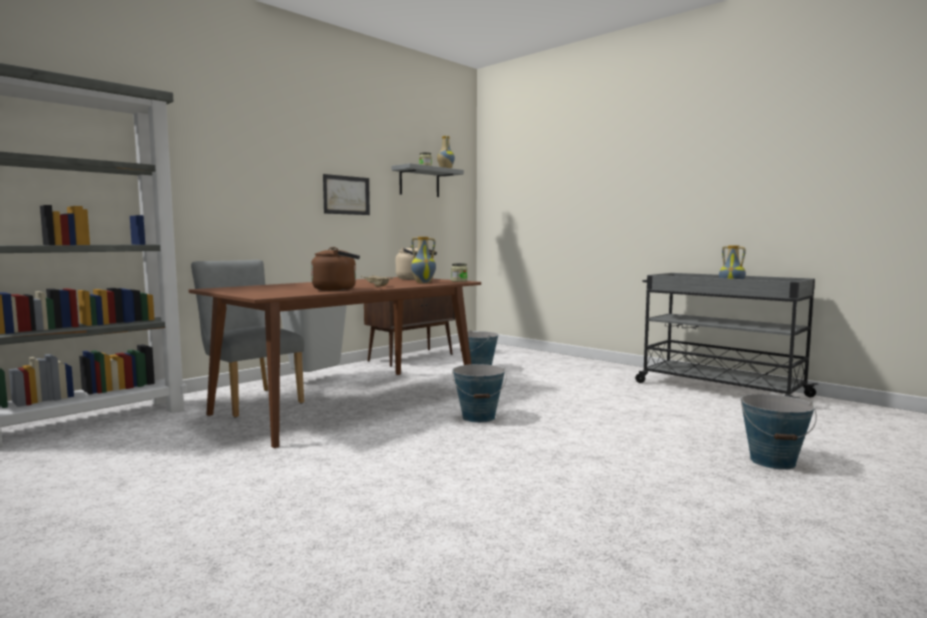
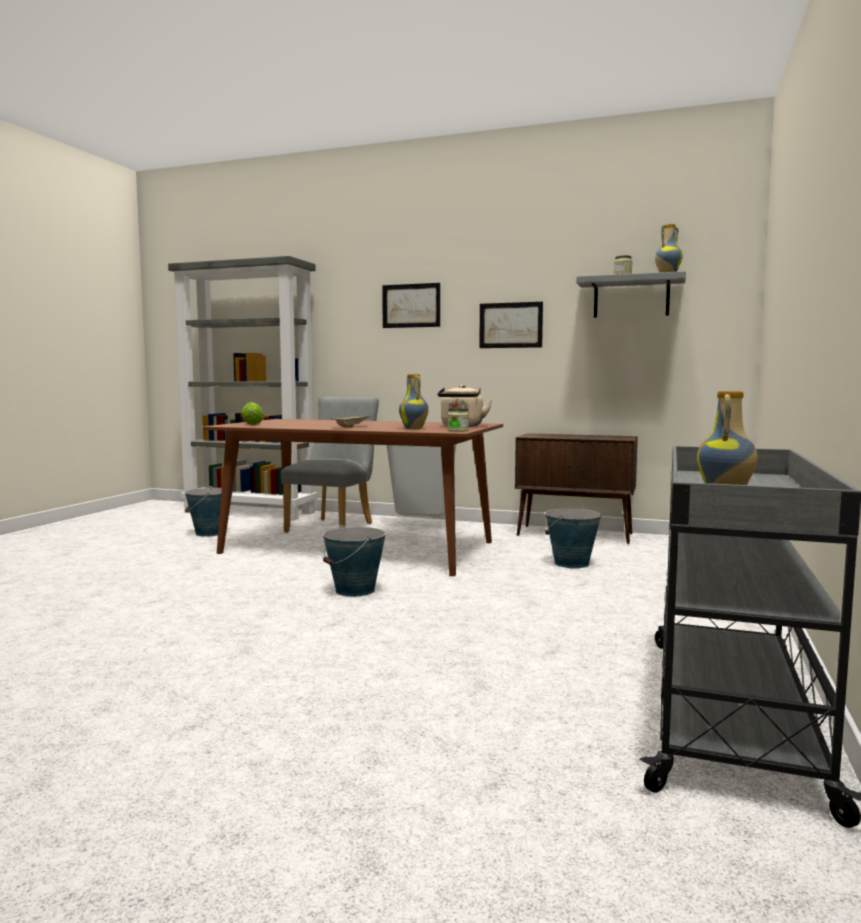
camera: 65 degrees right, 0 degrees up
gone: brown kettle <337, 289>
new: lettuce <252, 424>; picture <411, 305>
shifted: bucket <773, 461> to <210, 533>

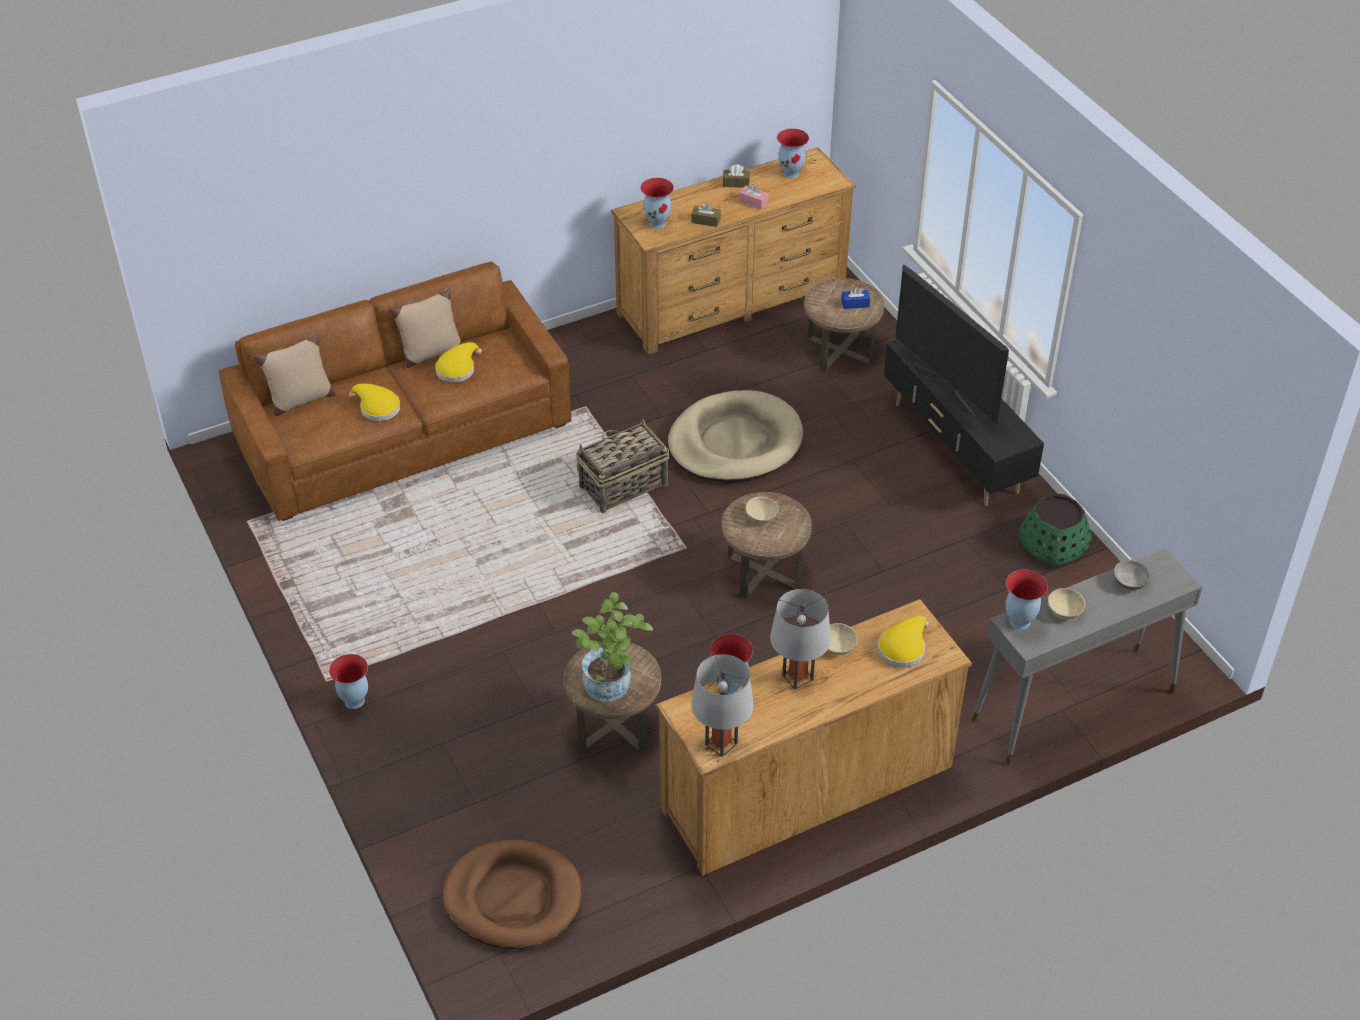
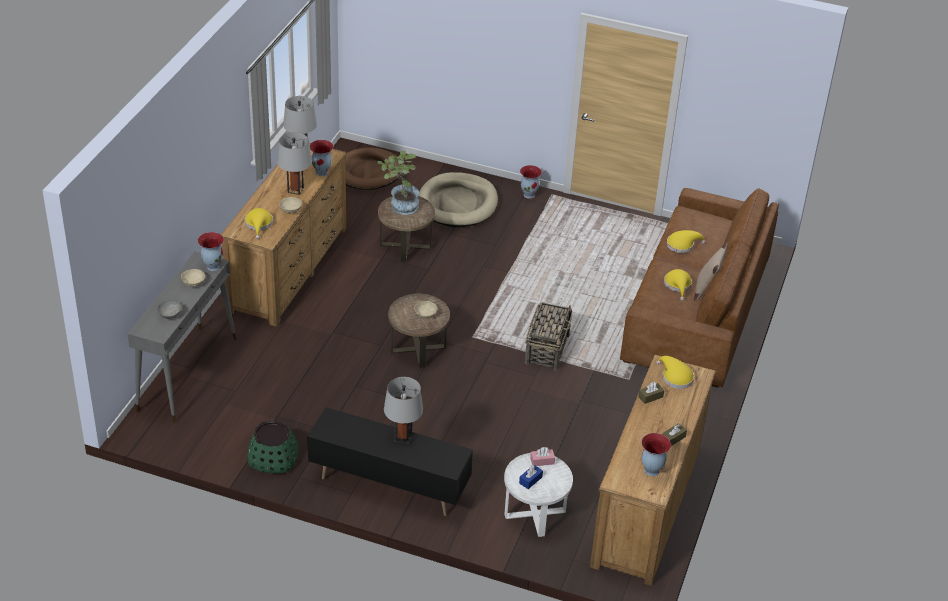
camera: 135 degrees right, 5 degrees down
gone: beige pillow <300, 400>
shifted: beige dog bed <735, 442> to <457, 203>; pink tissue box <753, 202> to <542, 461>
swapped: television <944, 388> to grey table lamp <402, 437>; vase <657, 223> to yellow hat <675, 377>
repainted: brown side table <840, 350> to white side table <535, 513>

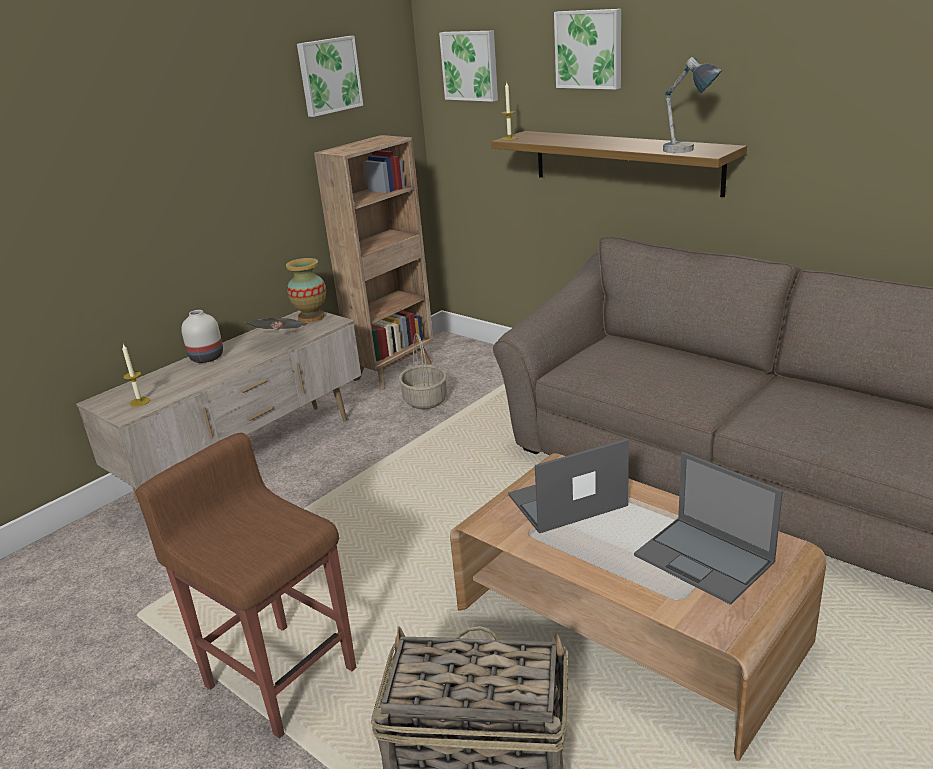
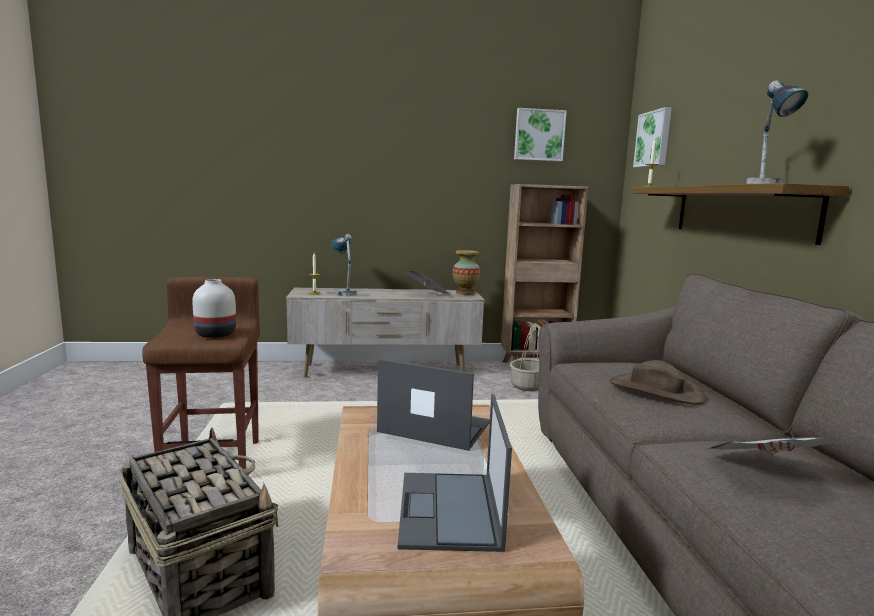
camera: 40 degrees right, 15 degrees down
gone: picture <589, 49>
new: table lamp <344, 292>; brown hat <655, 390>; newspaper <763, 471>
shifted: white vase <206, 358> to <214, 334>

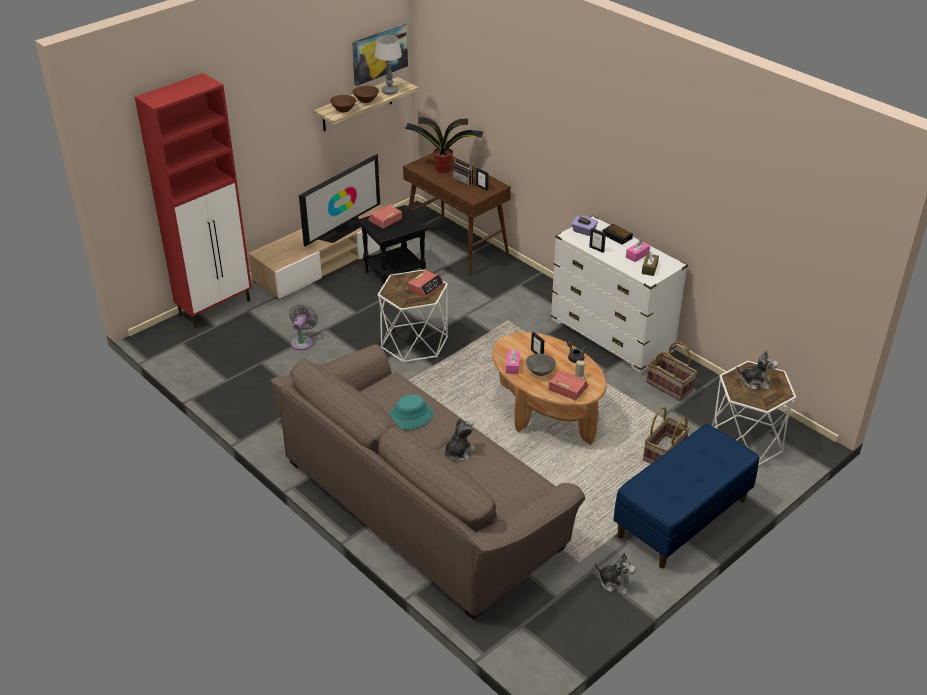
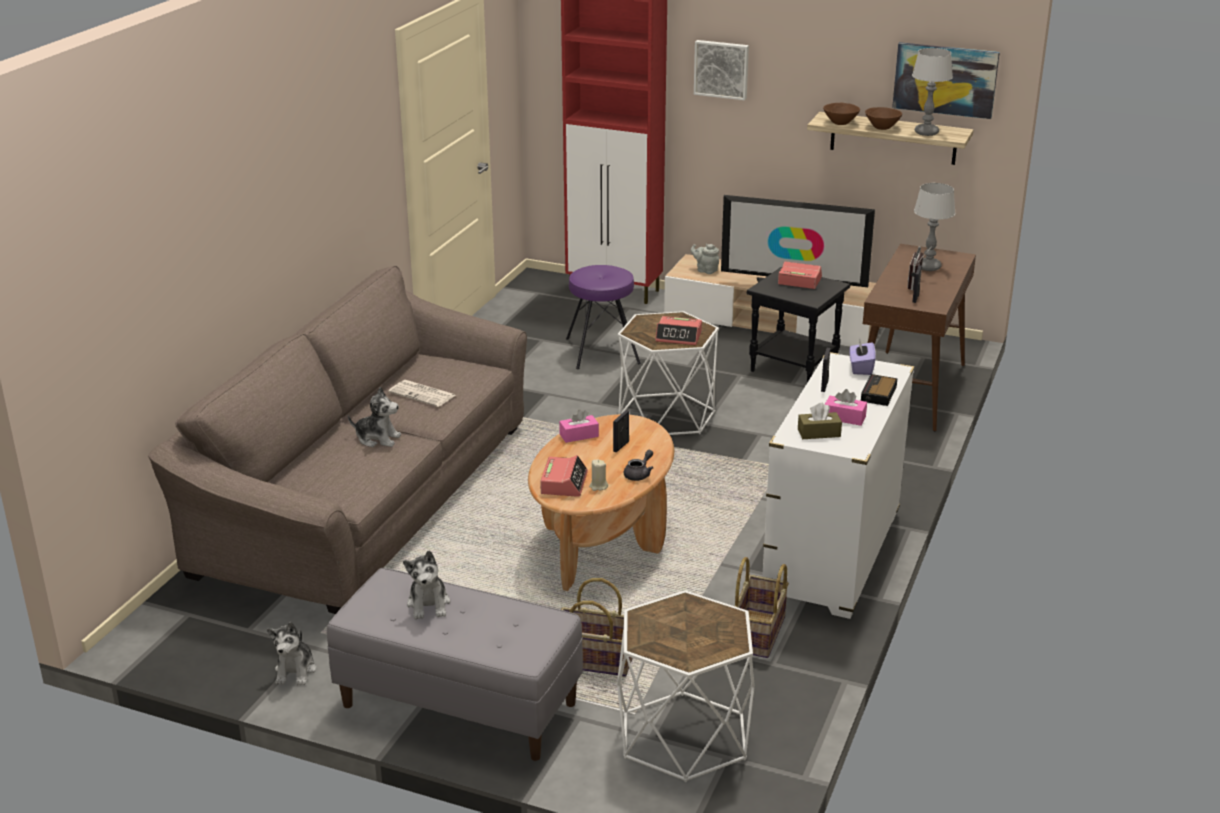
camera: 65 degrees right, 10 degrees down
gone: grey bowl <540, 372>
new: grey teapot <705, 270>; picture <721, 69>
shifted: plush toy <755, 382> to <429, 604>
swapped: turquoise hat <410, 416> to newspaper <423, 394>; grey fan <303, 341> to purple stool <601, 351>; potted plant <444, 169> to table lamp <928, 267>
repainted: blue bench <682, 518> to grey bench <457, 705>

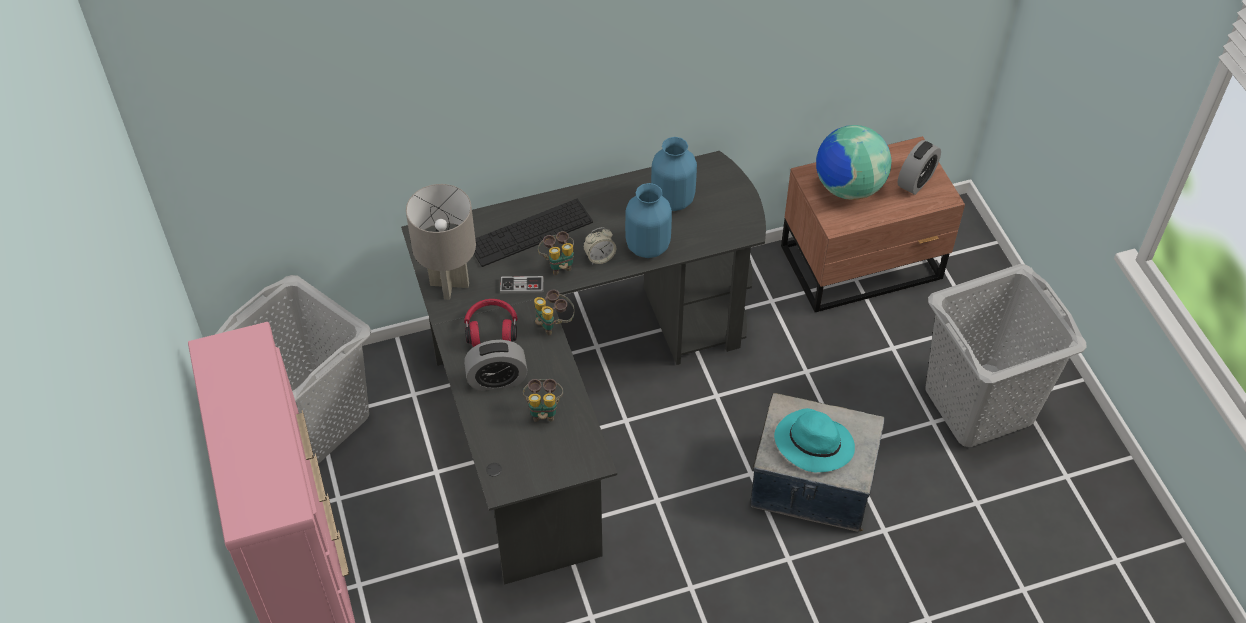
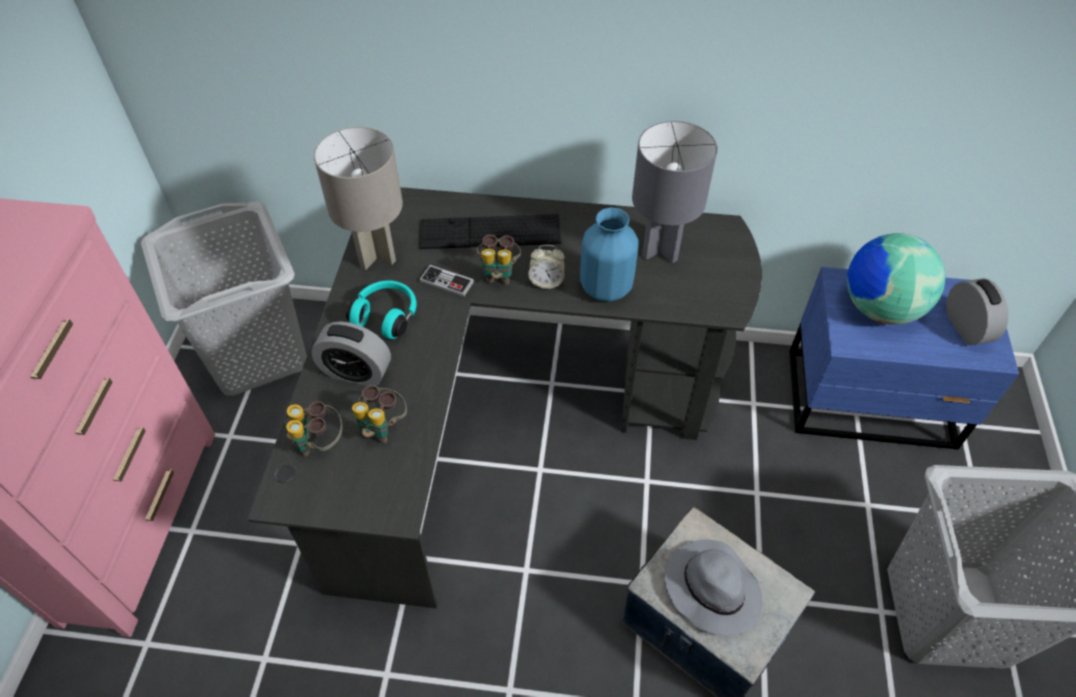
camera: 25 degrees right, 0 degrees up
shifted: binoculars <553, 323> to <319, 443>
swapped: blue vase <673, 199> to grey table lamp <661, 249>
repainted: red headphones <491, 329> to turquoise headphones <386, 316>; turquoise hat <812, 444> to grey hat <710, 588>; brown nightstand <864, 264> to blue nightstand <873, 402>
rotated: alarm clock <916, 181> = <966, 327> 75 degrees counterclockwise

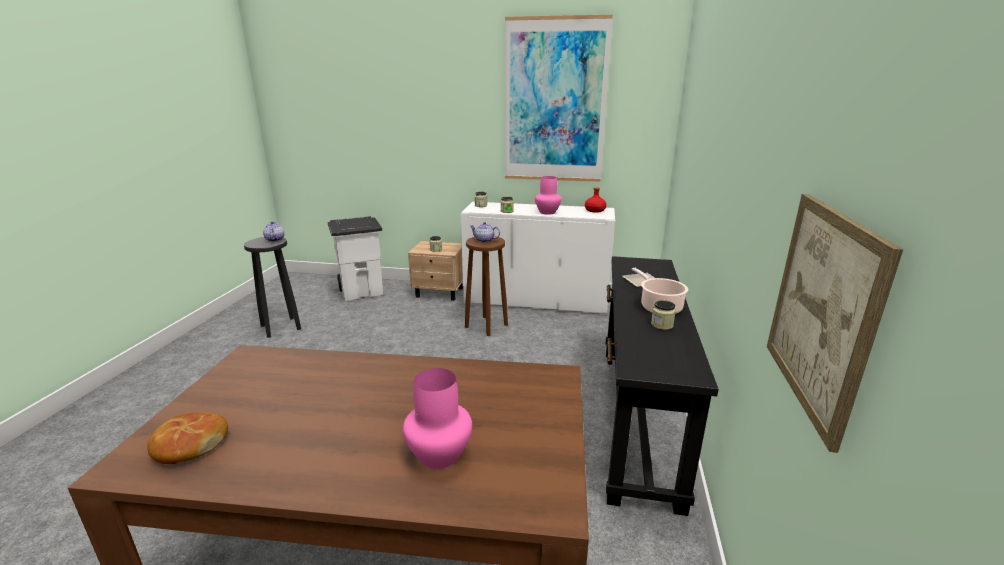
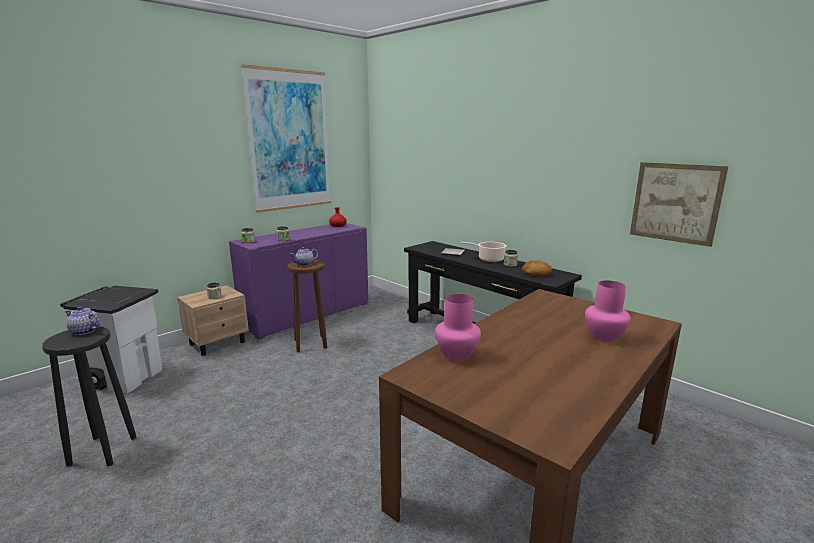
camera: 55 degrees left, 5 degrees down
shifted: pink vase <548, 212> to <457, 354>; bread <190, 445> to <536, 273>
repainted: white cabinet <536, 300> to purple cabinet <307, 315>

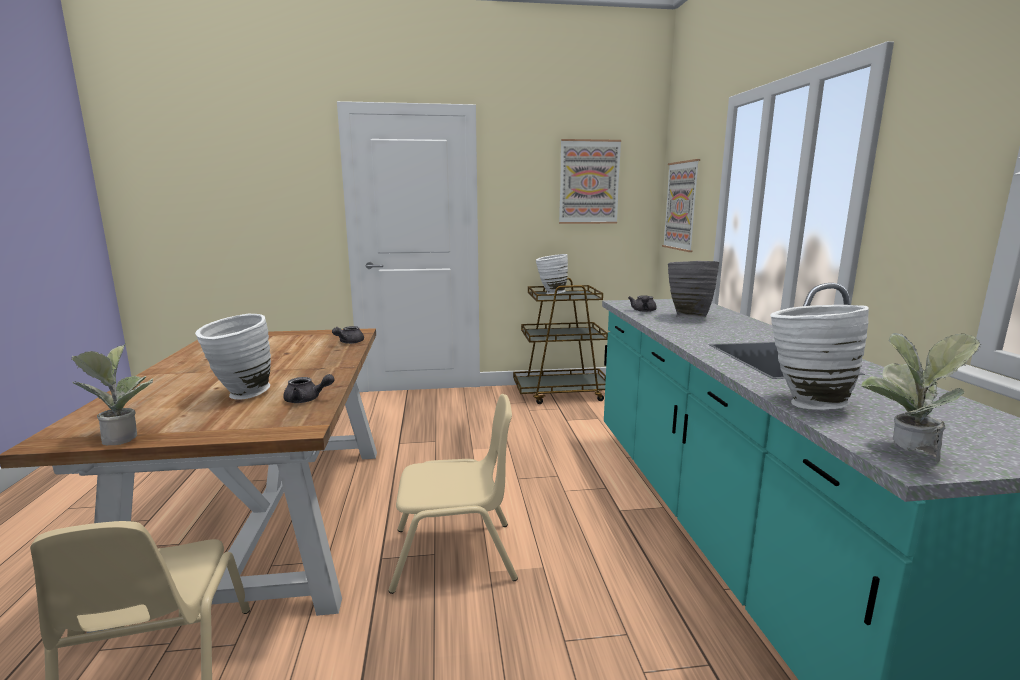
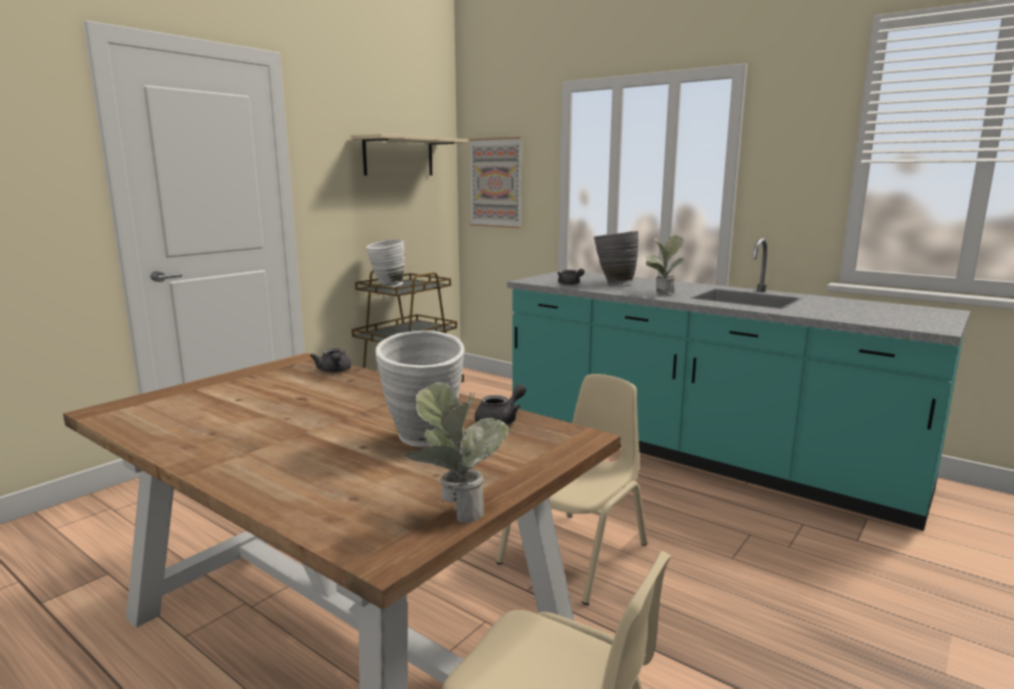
camera: 45 degrees left, 0 degrees up
gone: white vase <804, 403>
shifted: potted plant <903, 455> to <662, 294>
swapped: picture <589, 182> to beige shelf <398, 156>

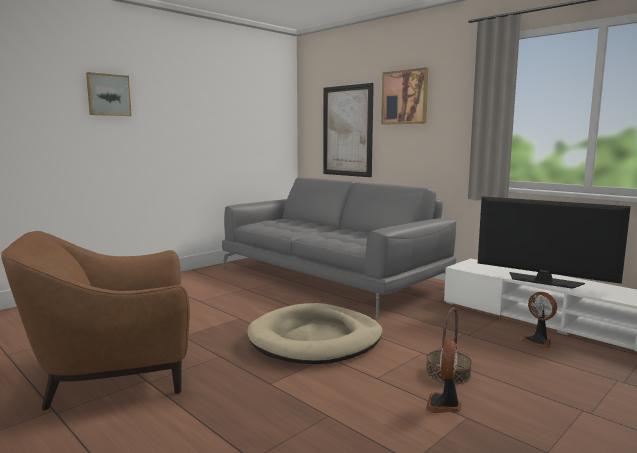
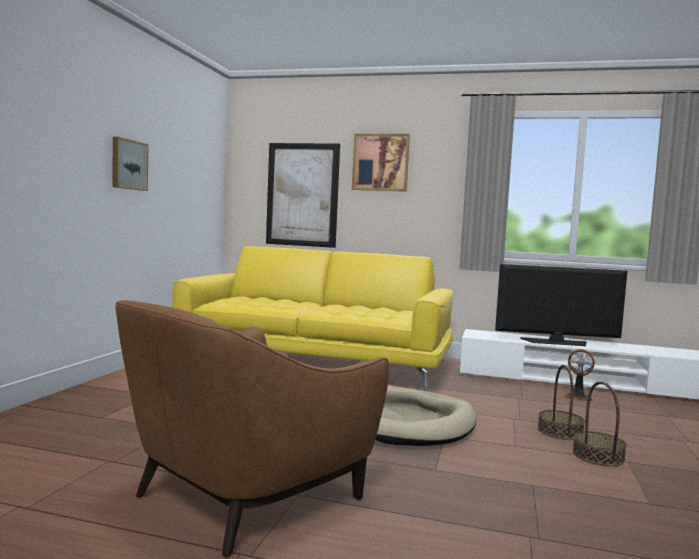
camera: 30 degrees left, 5 degrees down
shifted: picture <108, 95> to <128, 164>
swapped: fan <444, 405> to basket <598, 456>
repainted: grey sofa <330, 278> to yellow sofa <316, 363>

